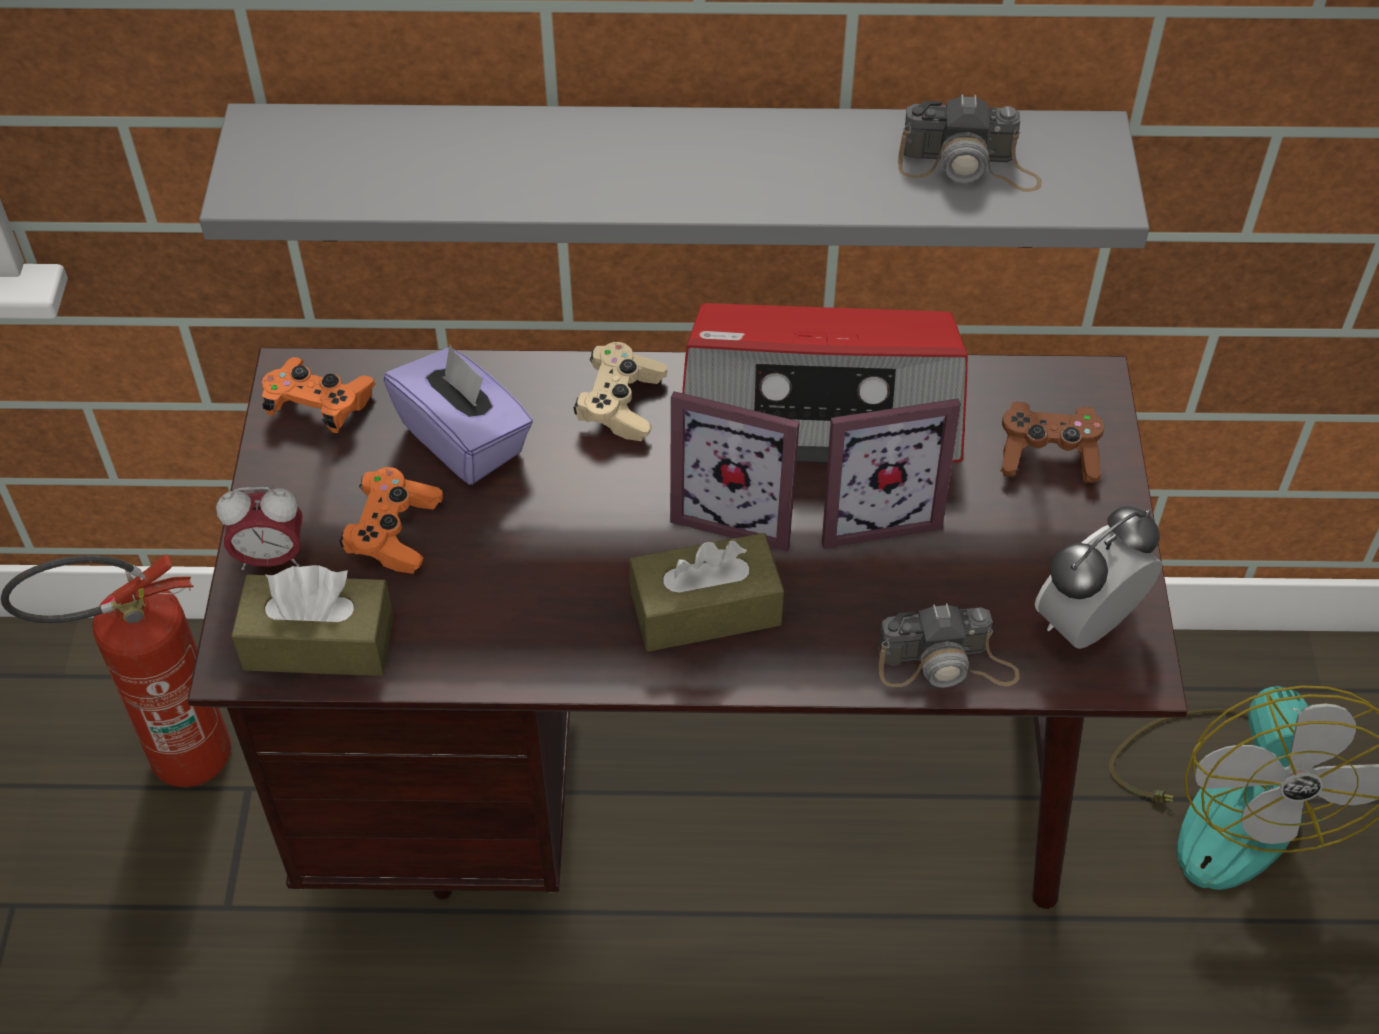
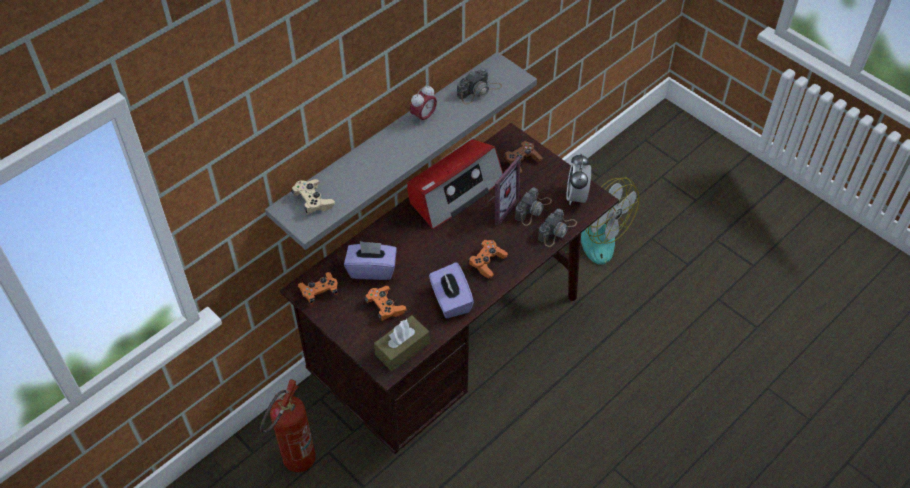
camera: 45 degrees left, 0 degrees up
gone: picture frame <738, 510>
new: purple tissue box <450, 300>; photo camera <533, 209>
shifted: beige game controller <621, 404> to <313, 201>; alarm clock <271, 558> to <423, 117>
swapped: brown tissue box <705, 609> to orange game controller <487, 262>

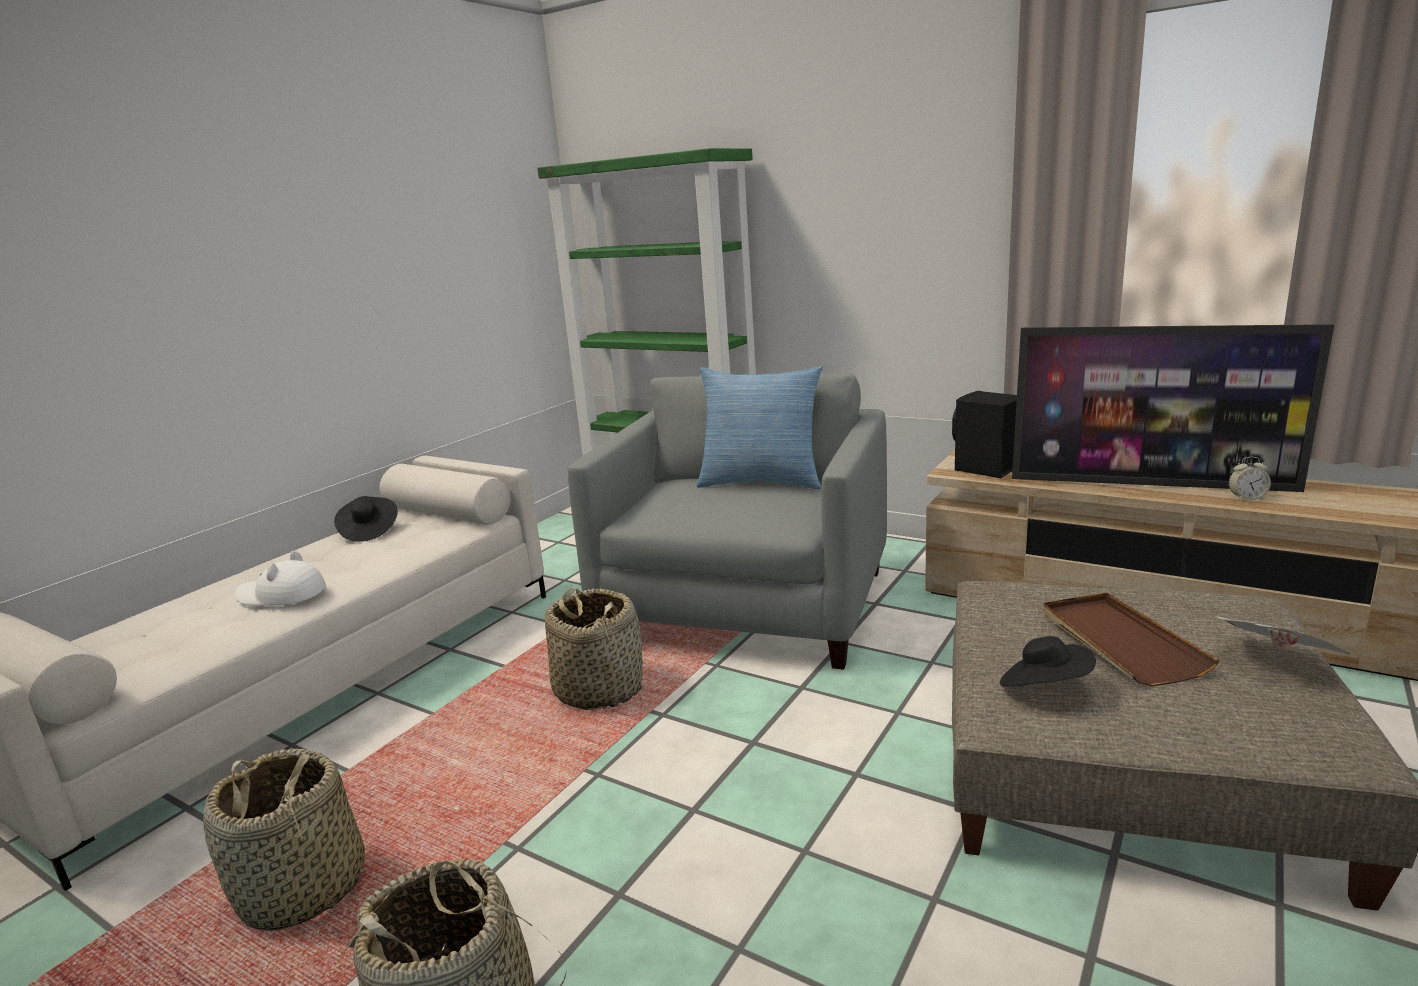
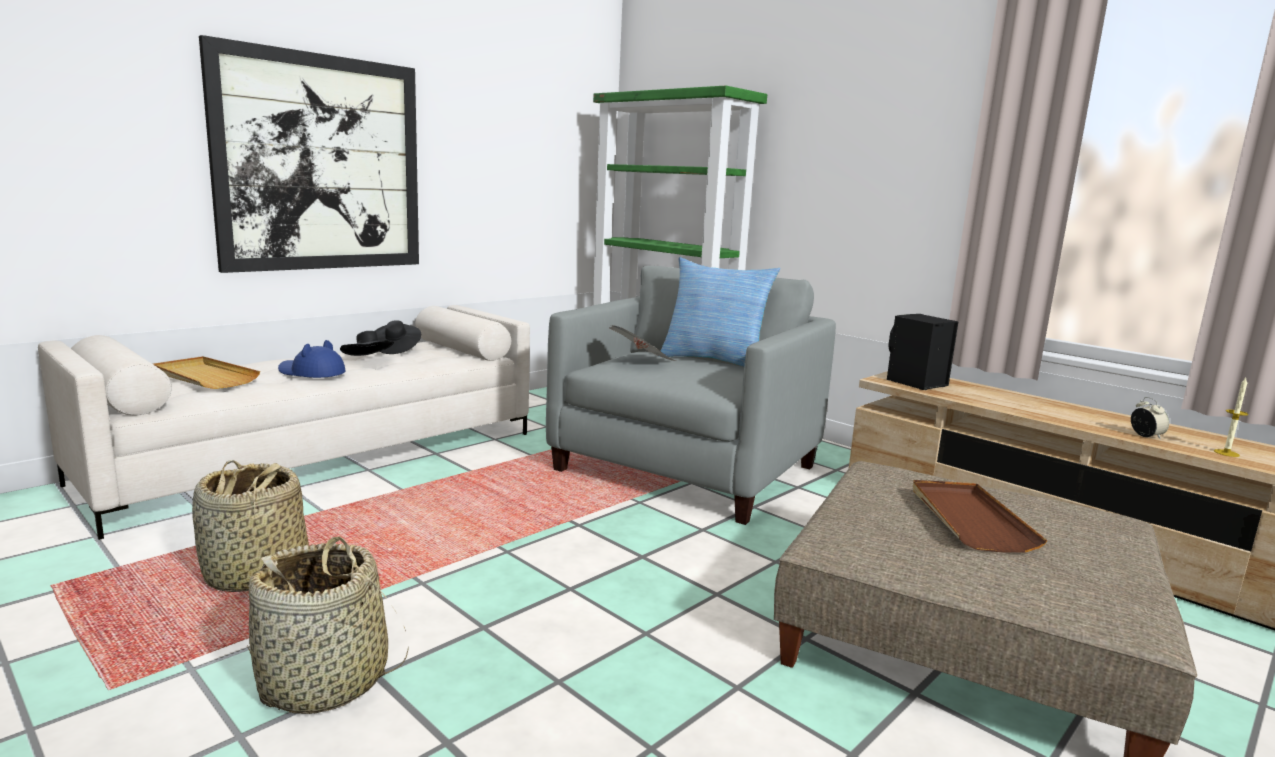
camera: 10 degrees right, 5 degrees down
gone: basket <599, 689>; television <1150, 484>
new: beige tray <204, 377>; picture <320, 164>; candle <1226, 453>
shifted: black hat <1044, 688> to <368, 360>; newspaper <1278, 662> to <642, 361>
repainted: white hat <281, 595> to blue hat <311, 373>
rotated: alarm clock <1247, 498> = <1146, 436> 120 degrees counterclockwise

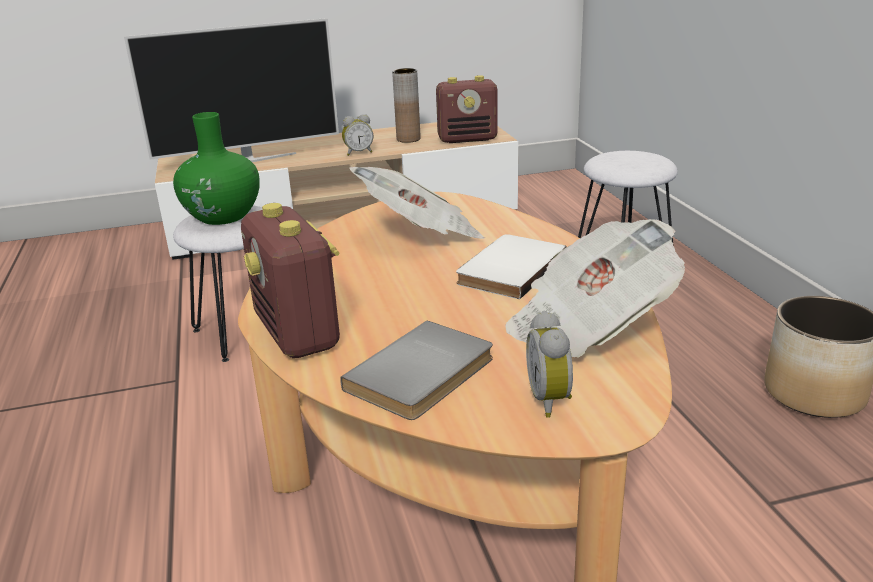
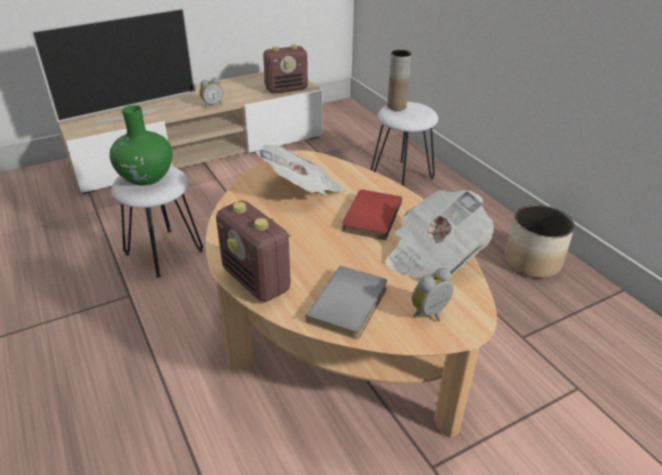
camera: 15 degrees left, 10 degrees up
shifted: brown vase <408, 139> to <396, 106>
repainted: white book <508, 269> to red book <369, 216>
rotated: alarm clock <552, 400> = <431, 314> 75 degrees clockwise

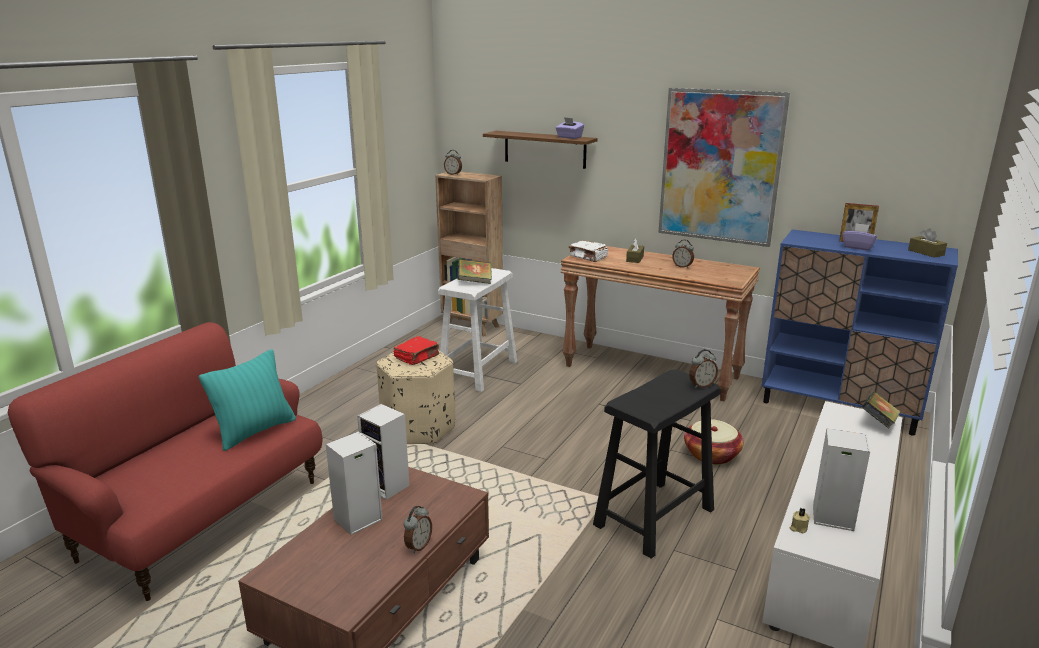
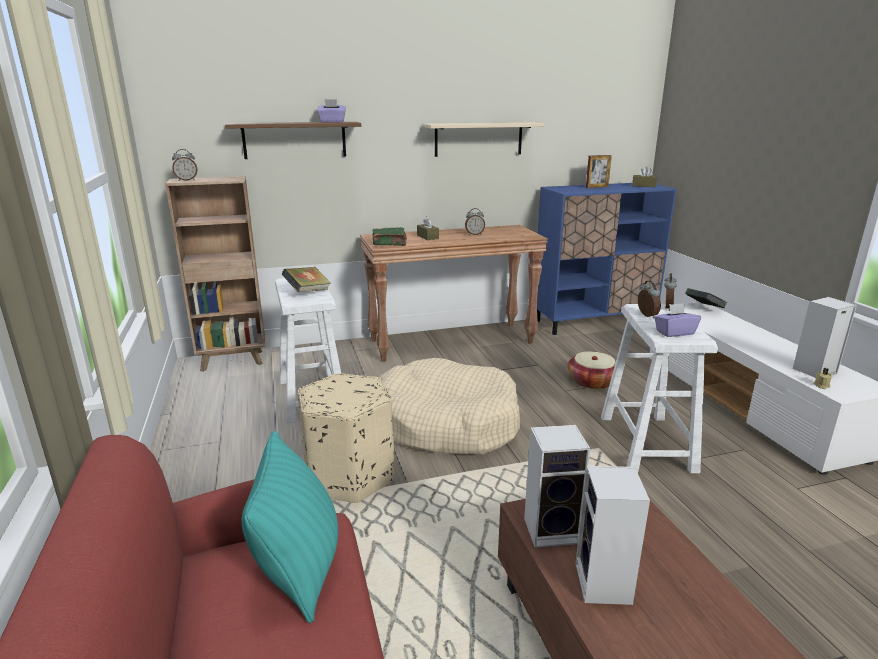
camera: 45 degrees left, 0 degrees up
gone: red book <417, 357>
new: beige dog bed <445, 423>
shifted: alarm clock <418, 546> to <646, 315>; purple tissue box <858, 247> to <674, 332>
swapped: picture <720, 167> to beige shelf <478, 139>
repainted: white book <588, 257> to green book <390, 243>; black stool <655, 517> to white stool <646, 443>

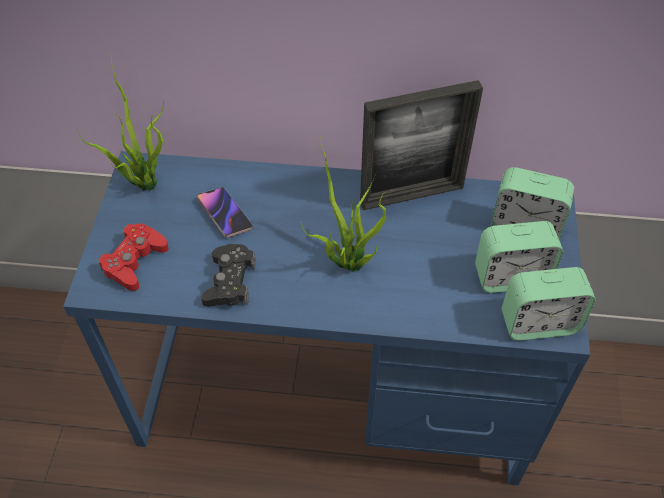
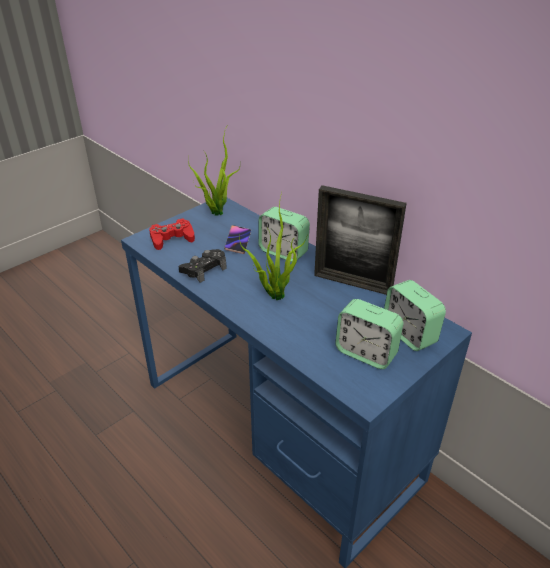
camera: 40 degrees right, 15 degrees down
shifted: alarm clock <539, 323> to <283, 252>

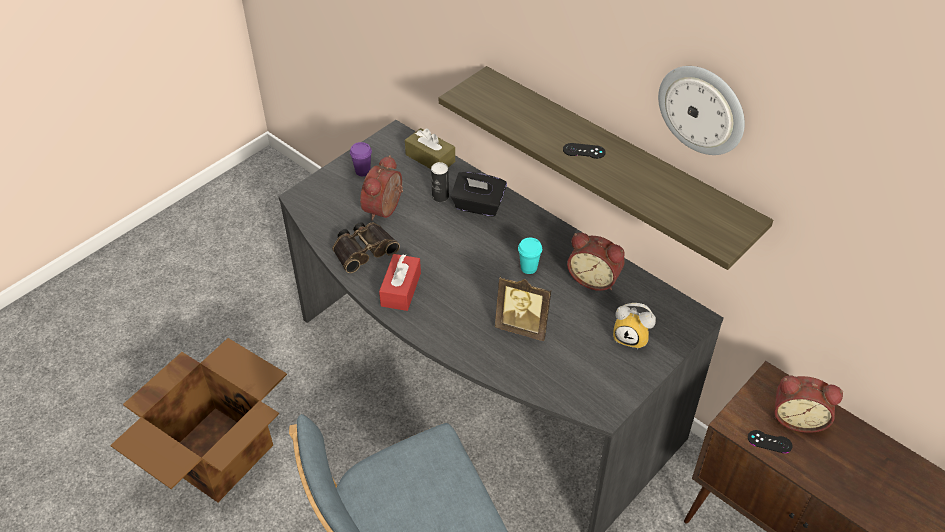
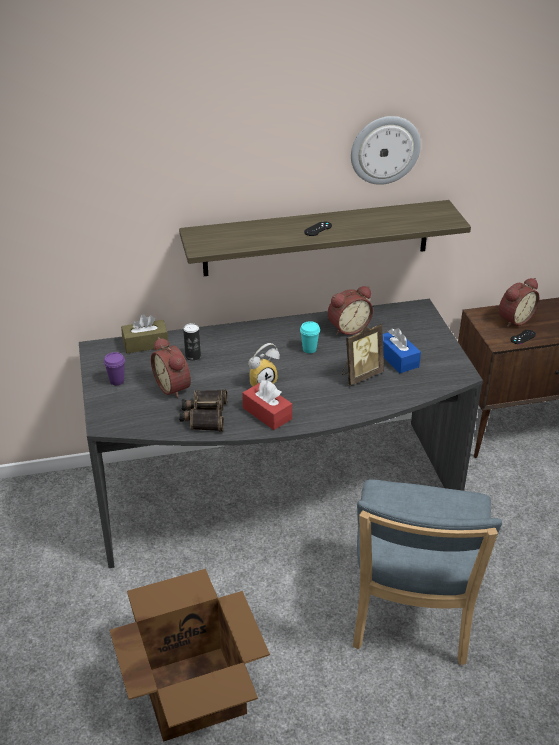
camera: 55 degrees left, 10 degrees down
gone: black tissue box <478, 206>
new: blue tissue box <397, 359>
shifted: alarm clock <632, 337> to <262, 382>

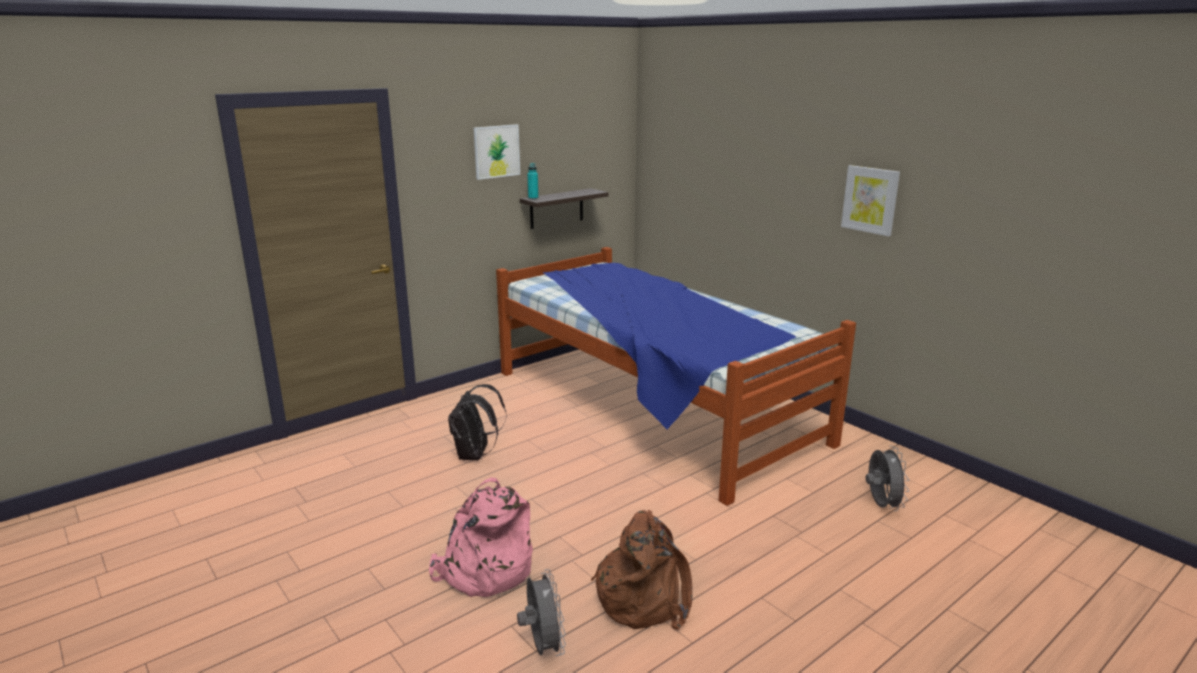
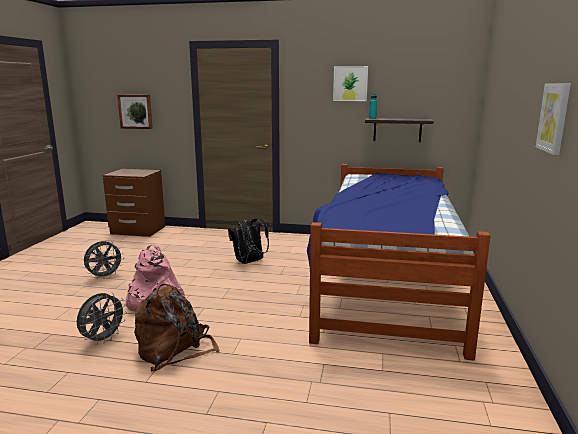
camera: 50 degrees right, 5 degrees down
new: brown nightstand <137, 230>; picture <135, 111>
shifted: grey fan <881, 505> to <105, 276>

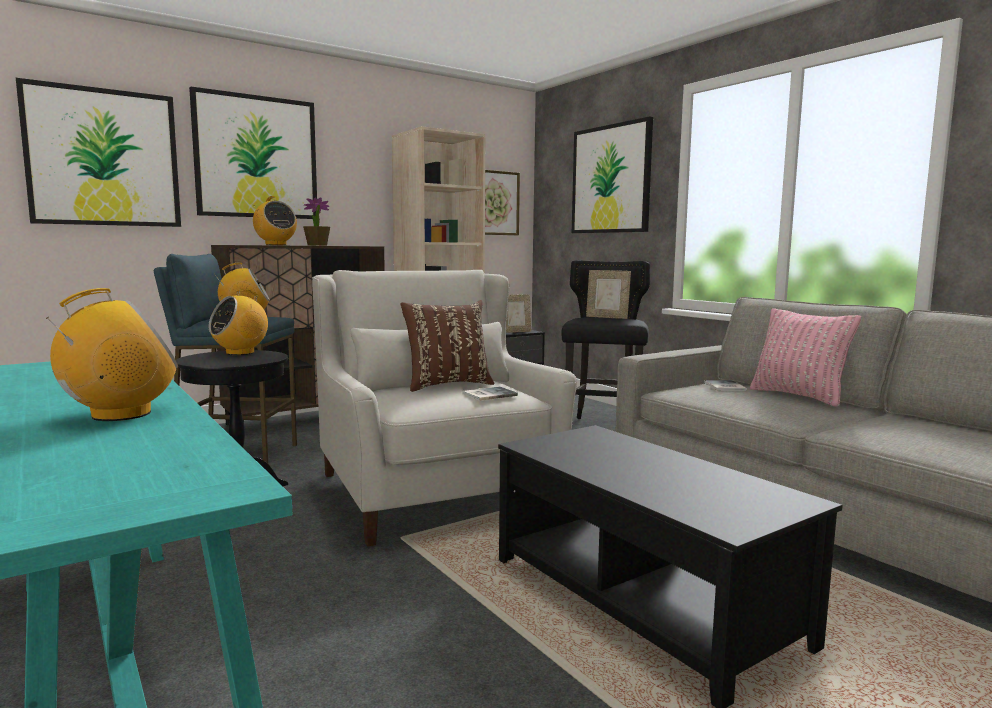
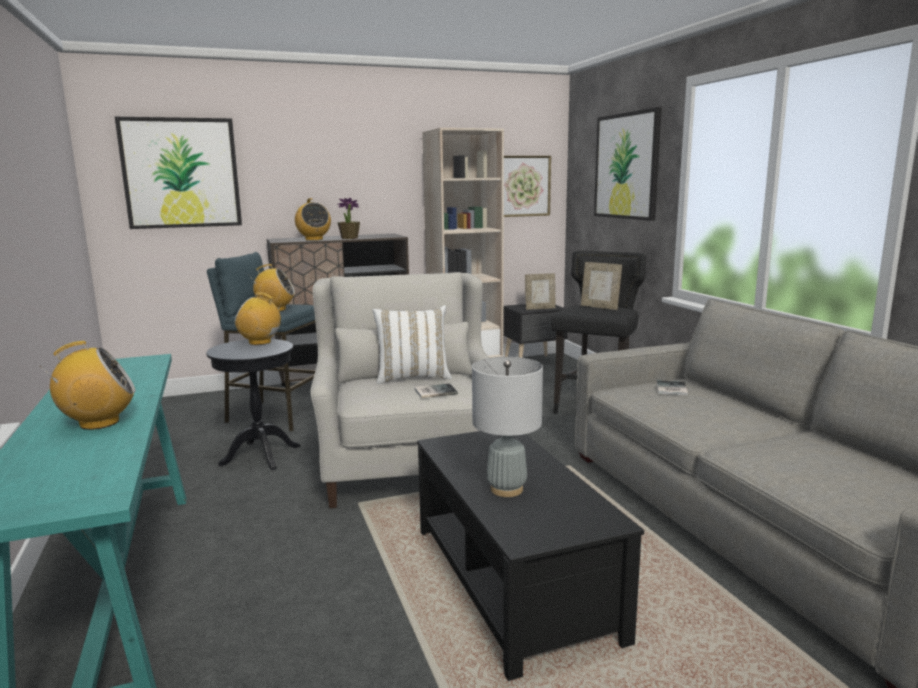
camera: 15 degrees right, 5 degrees up
gone: picture <256, 157>; pink pillow <798, 396>
new: grey table lamp <506, 489>
repainted: brown pillow <447, 385> to white pillow <413, 377>
rotated: radio <240, 353> = <260, 342> 45 degrees clockwise

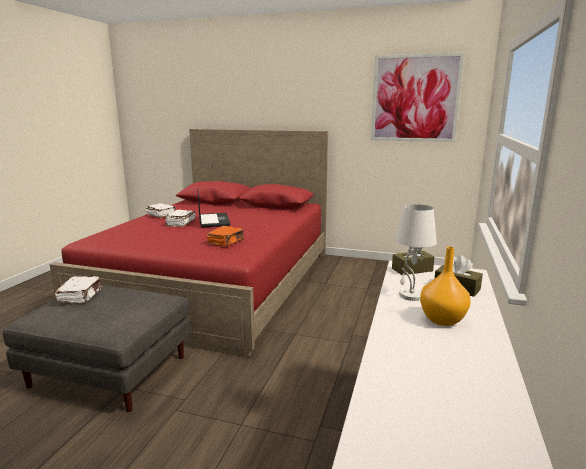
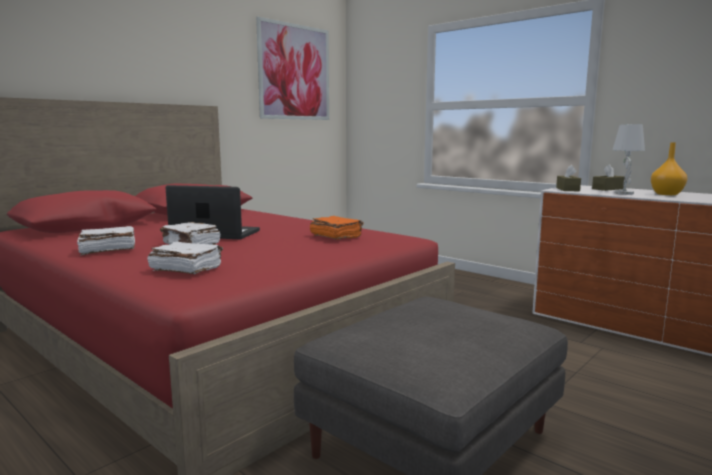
camera: 65 degrees left, 5 degrees down
shifted: white book <81, 296> to <186, 269>

